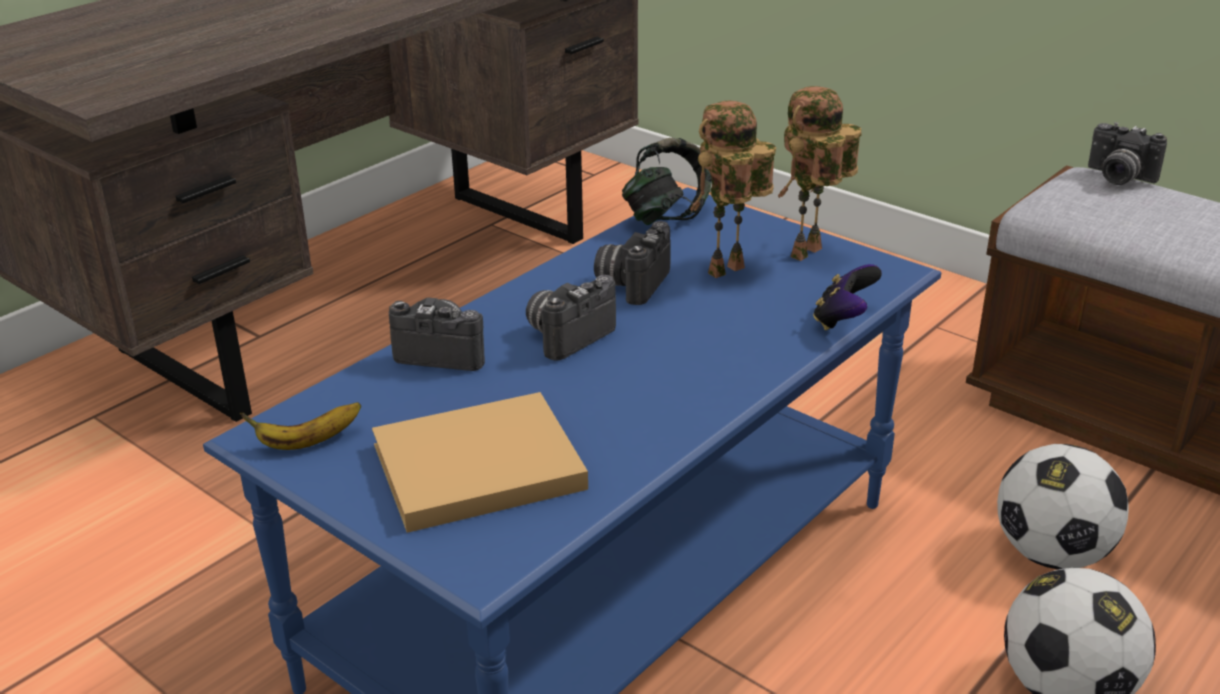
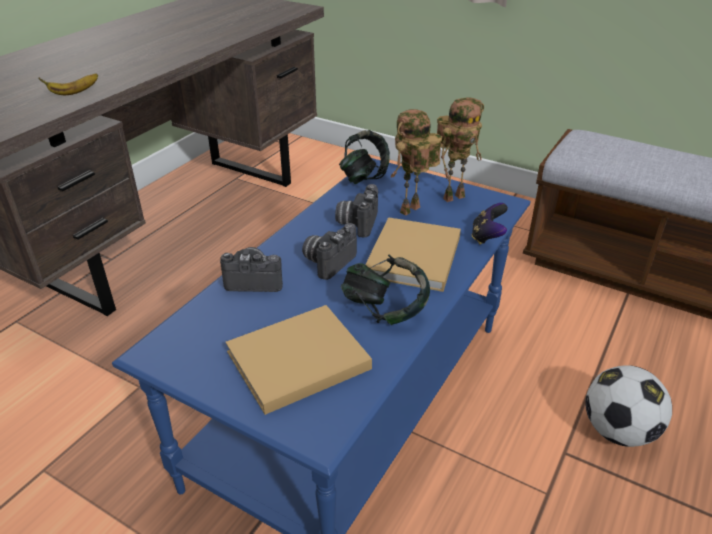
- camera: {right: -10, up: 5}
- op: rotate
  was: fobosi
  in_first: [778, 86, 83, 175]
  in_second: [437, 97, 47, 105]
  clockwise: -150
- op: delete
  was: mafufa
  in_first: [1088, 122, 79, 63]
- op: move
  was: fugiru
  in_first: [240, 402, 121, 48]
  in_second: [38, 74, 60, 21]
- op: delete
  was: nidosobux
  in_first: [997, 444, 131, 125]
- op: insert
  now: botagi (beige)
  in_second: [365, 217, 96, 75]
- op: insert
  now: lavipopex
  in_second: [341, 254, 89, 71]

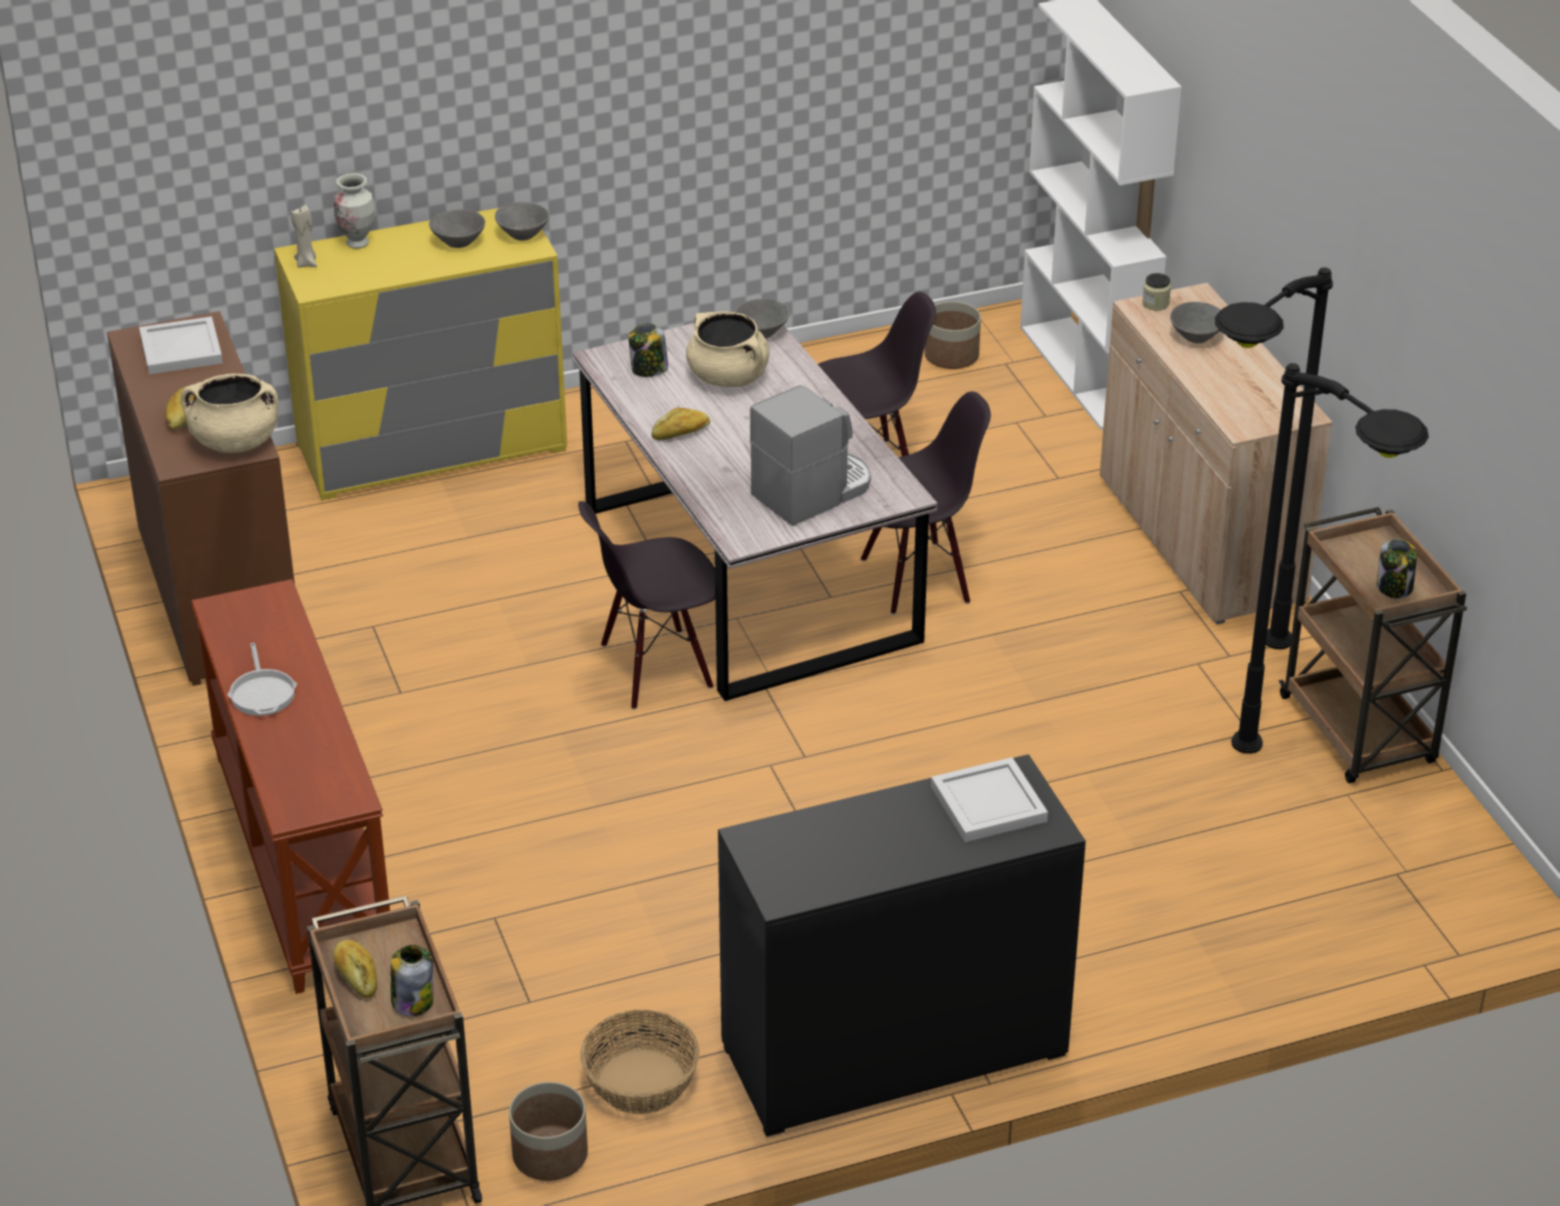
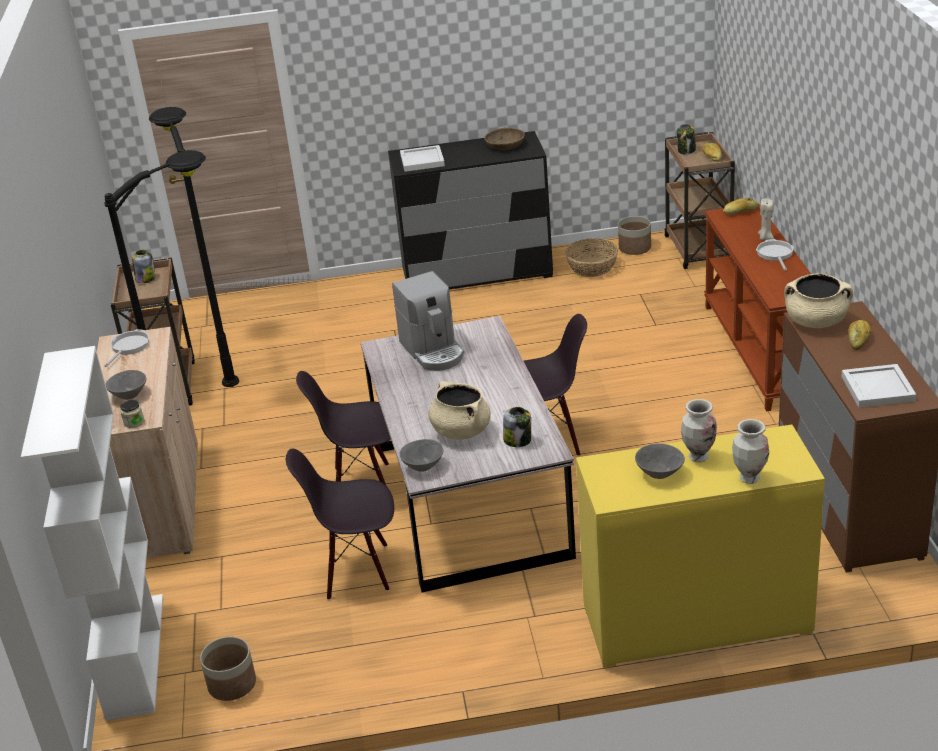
- camera: {right: -165, up: -5}
- op: delete
  was: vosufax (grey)
  in_first: [495, 202, 54, 39]
- op: move
  was: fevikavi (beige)
  in_first: [291, 205, 26, 63]
  in_second: [758, 198, 16, 42]
- op: rotate
  was: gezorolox
  in_first: [750, 385, 121, 141]
  in_second: [392, 271, 72, 100]
  clockwise: -90
- op: move
  was: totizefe
  in_first: [651, 408, 59, 33]
  in_second: [723, 198, 35, 17]
- op: insert
  now: vosufax (brown)
  in_second: [484, 127, 41, 23]
- op: insert
  now: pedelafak
  in_second: [104, 329, 45, 38]
- op: insert
  now: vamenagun
  in_second: [681, 399, 36, 63]

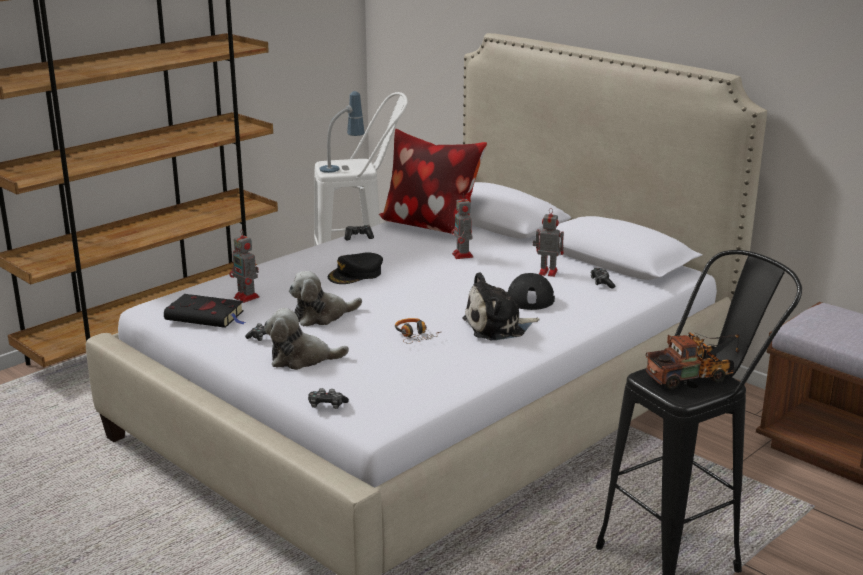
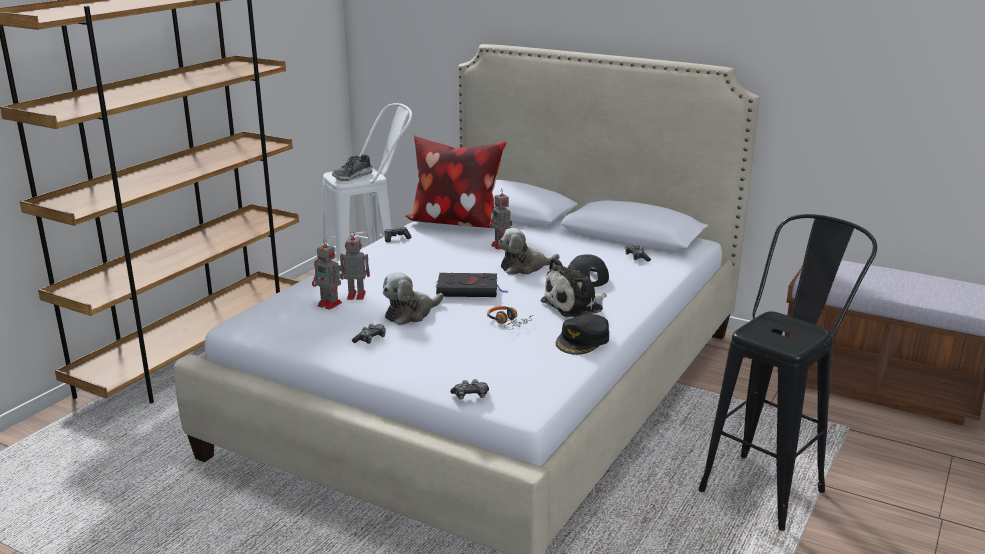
- camera: {right: -15, up: 0}
- op: replace
  was: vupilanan
  now: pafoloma
  in_first: [320, 91, 45, 82]
  in_second: [332, 154, 41, 27]
- op: move
  was: fobosi
  in_first: [533, 208, 31, 69]
  in_second: [339, 231, 31, 69]
- op: move
  was: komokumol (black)
  in_first: [328, 252, 55, 32]
  in_second: [556, 314, 53, 41]
- op: move
  was: botagi (black)
  in_first: [164, 294, 82, 34]
  in_second: [436, 273, 72, 24]
- op: move
  was: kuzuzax
  in_first: [264, 308, 85, 62]
  in_second: [498, 228, 62, 47]
- op: delete
  was: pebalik
  in_first: [646, 332, 94, 58]

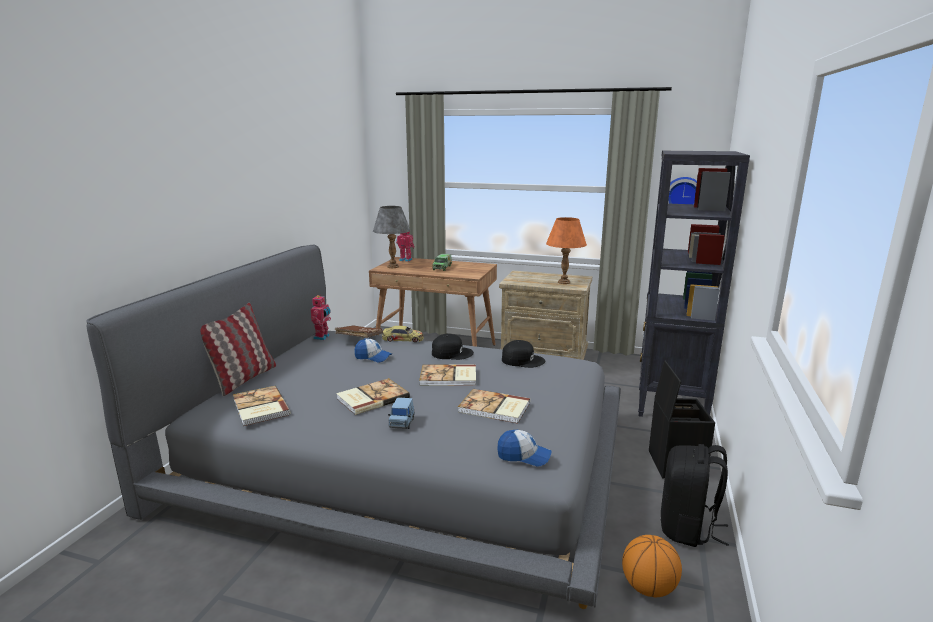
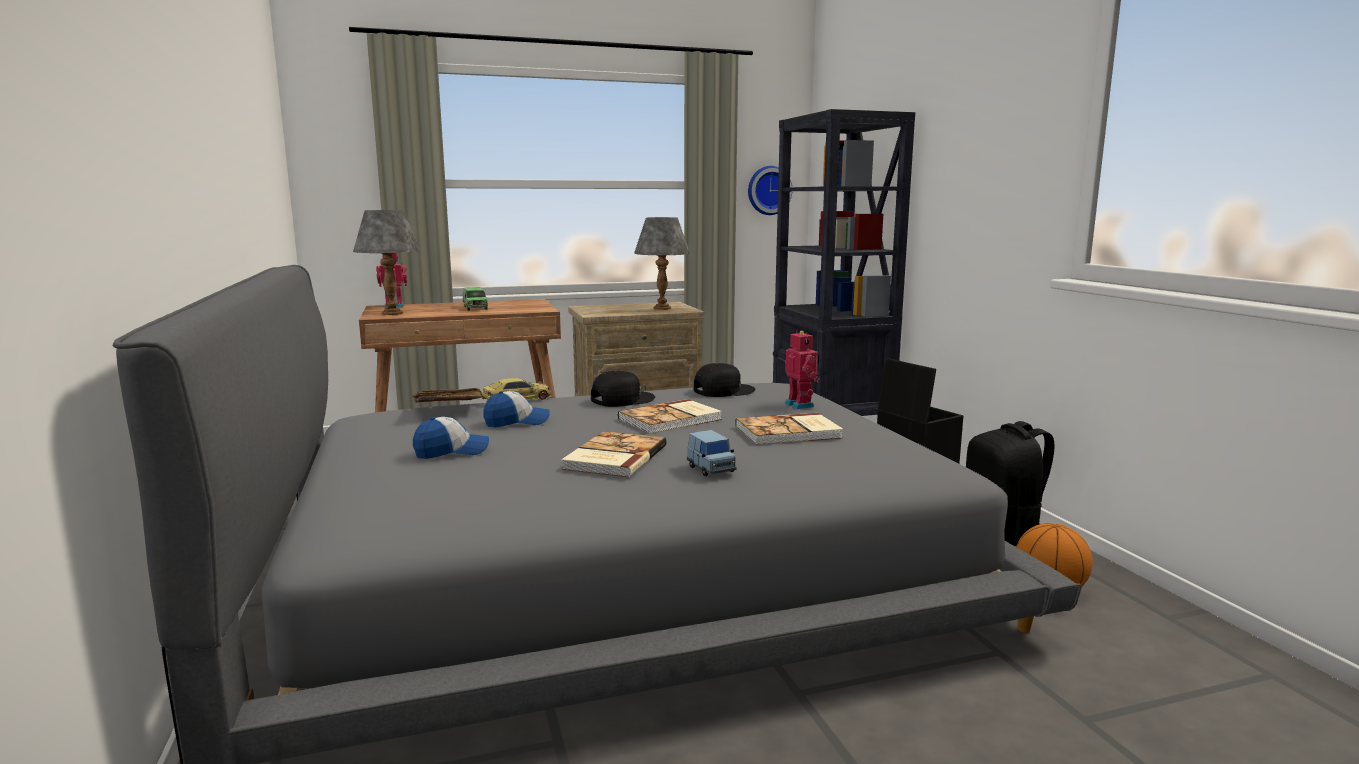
- camera: {right: -35, up: -5}
- op: recolor
  was: vupilanan (orange)
  now: vupilanan (grey)
  in_first: [546, 217, 41, 67]
  in_second: [634, 217, 56, 93]
- op: move
  was: fobosi
  in_first: [311, 295, 20, 45]
  in_second: [785, 330, 35, 79]
- op: delete
  was: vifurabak
  in_first: [201, 303, 75, 93]
- op: delete
  was: botagi
  in_first: [233, 386, 57, 40]
- op: move
  was: komokumol
  in_first: [498, 430, 54, 36]
  in_second: [413, 417, 76, 42]

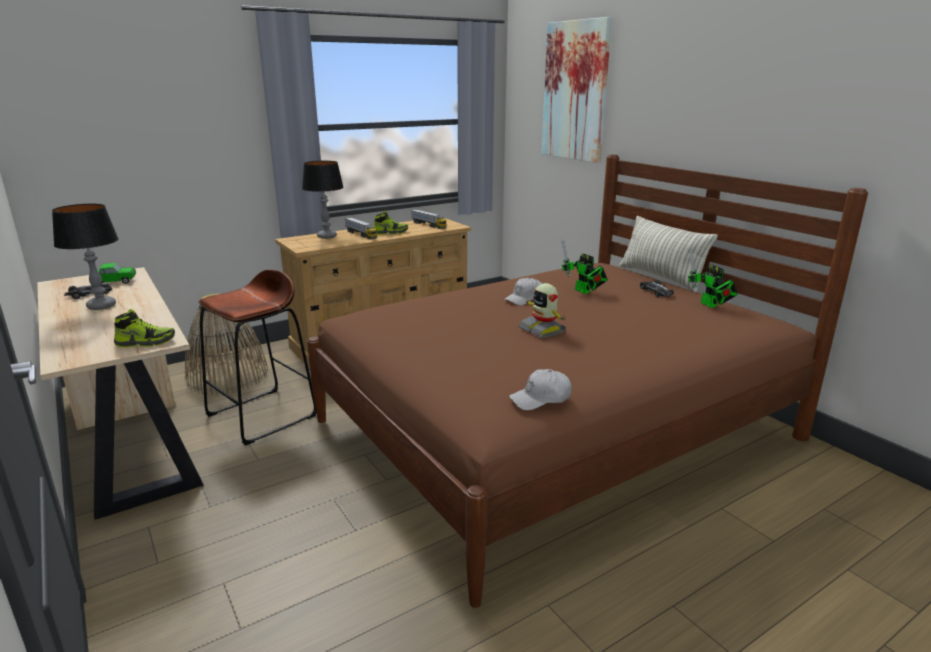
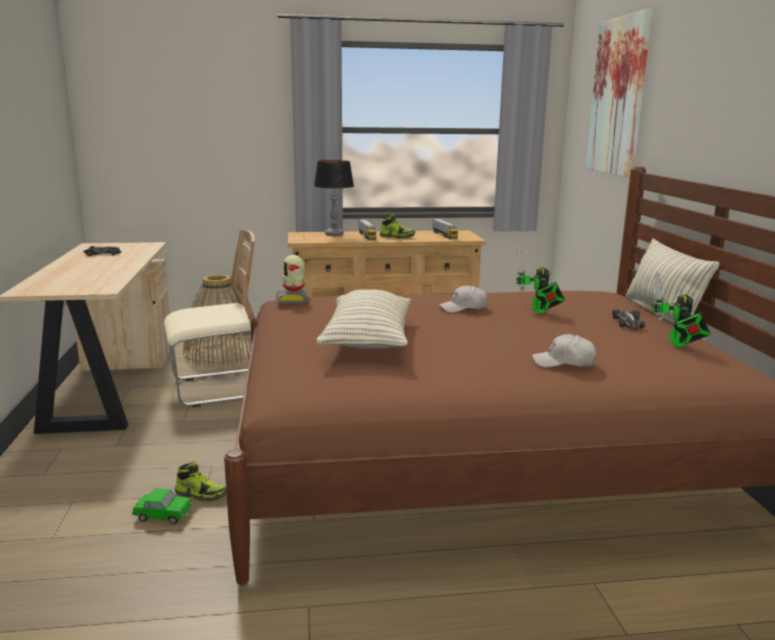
- camera: {right: 25, up: -5}
- op: delete
  was: vupilanan
  in_first: [52, 204, 66, 106]
- op: move
  was: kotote
  in_first: [98, 263, 38, 21]
  in_second: [132, 488, 60, 36]
- op: replace
  was: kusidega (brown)
  now: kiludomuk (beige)
  in_first: [199, 270, 117, 176]
  in_second: [164, 230, 93, 177]
- op: move
  was: fobosi
  in_first: [519, 283, 47, 55]
  in_second: [276, 255, 32, 49]
- op: move
  was: pafoloma
  in_first: [114, 309, 61, 38]
  in_second: [175, 461, 51, 41]
- op: move
  was: komokumol (white)
  in_first: [509, 369, 63, 41]
  in_second: [532, 334, 64, 33]
- op: insert
  now: vifurabak
  in_second: [316, 289, 95, 60]

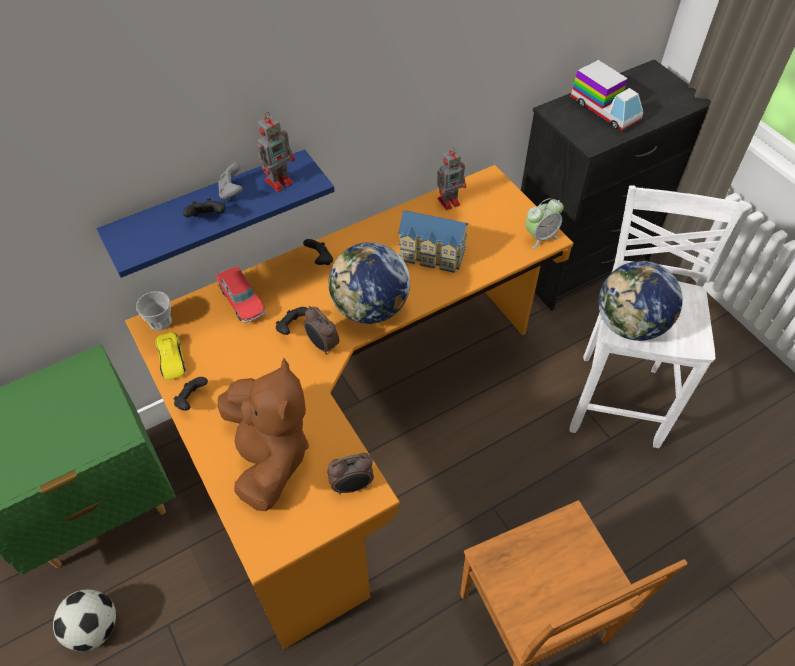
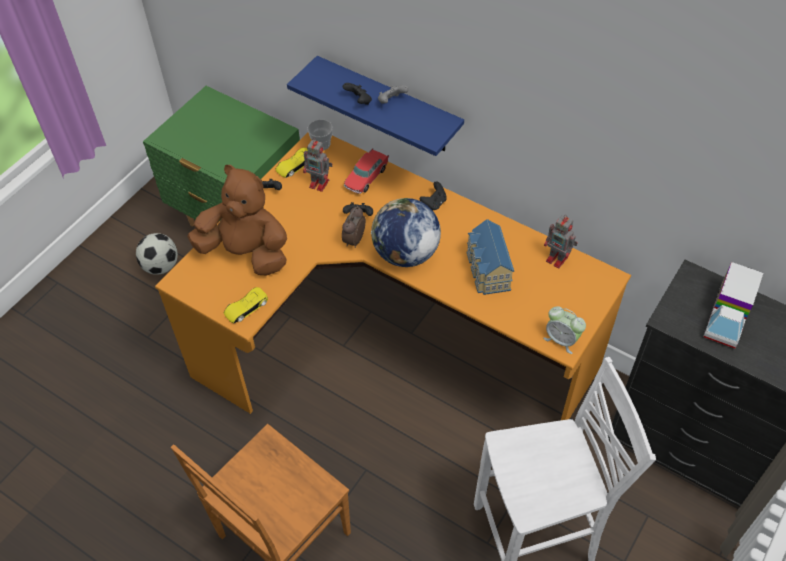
- camera: {right: 65, up: 0}
- op: move
  was: fobosi
  in_first: [256, 112, 39, 80]
  in_second: [303, 138, 29, 54]
- op: delete
  was: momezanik
  in_first: [599, 261, 84, 80]
- op: rotate
  was: kuzuzax (brown)
  in_first: [218, 358, 91, 153]
  in_second: [187, 165, 100, 110]
  clockwise: -120
- op: replace
  was: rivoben
  now: kotote (yellow)
  in_first: [328, 453, 46, 41]
  in_second: [224, 287, 44, 36]

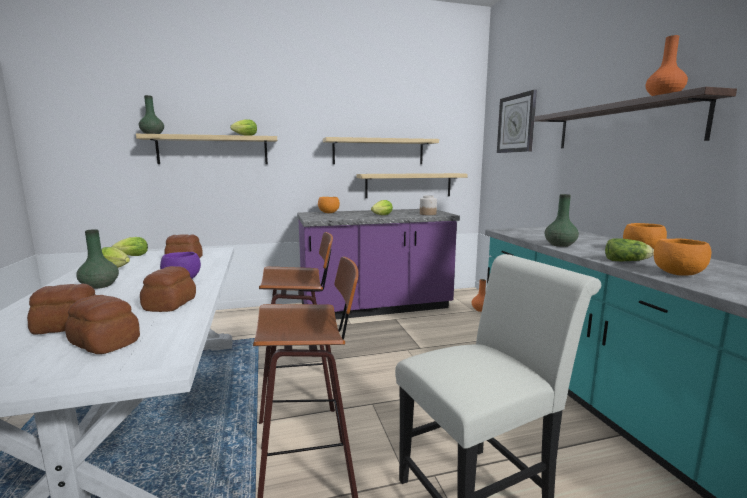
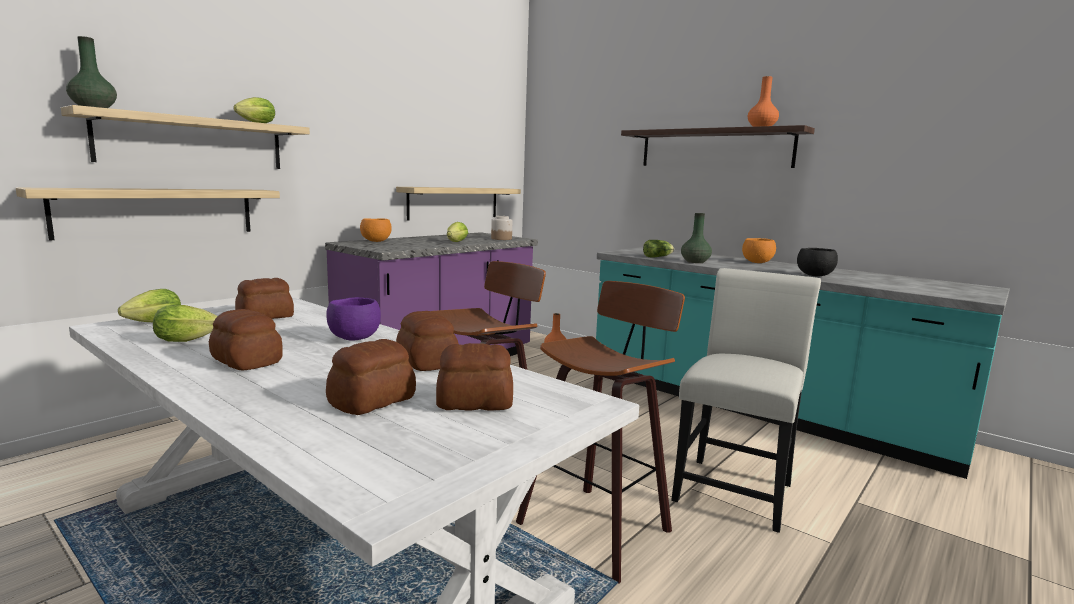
- camera: {right: -35, up: 0}
- op: delete
  was: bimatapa
  in_first: [497, 90, 40, 63]
- op: move
  was: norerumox
  in_first: [323, 137, 116, 27]
  in_second: [16, 188, 264, 53]
- op: replace
  was: vamenagun (green)
  now: totizefe
  in_first: [76, 229, 43, 60]
  in_second: [209, 309, 74, 61]
- op: move
  was: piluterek
  in_first: [605, 238, 49, 23]
  in_second: [643, 240, 31, 17]
- op: recolor
  was: vosufax (orange)
  now: vosufax (black)
  in_first: [654, 239, 57, 37]
  in_second: [797, 248, 41, 28]

